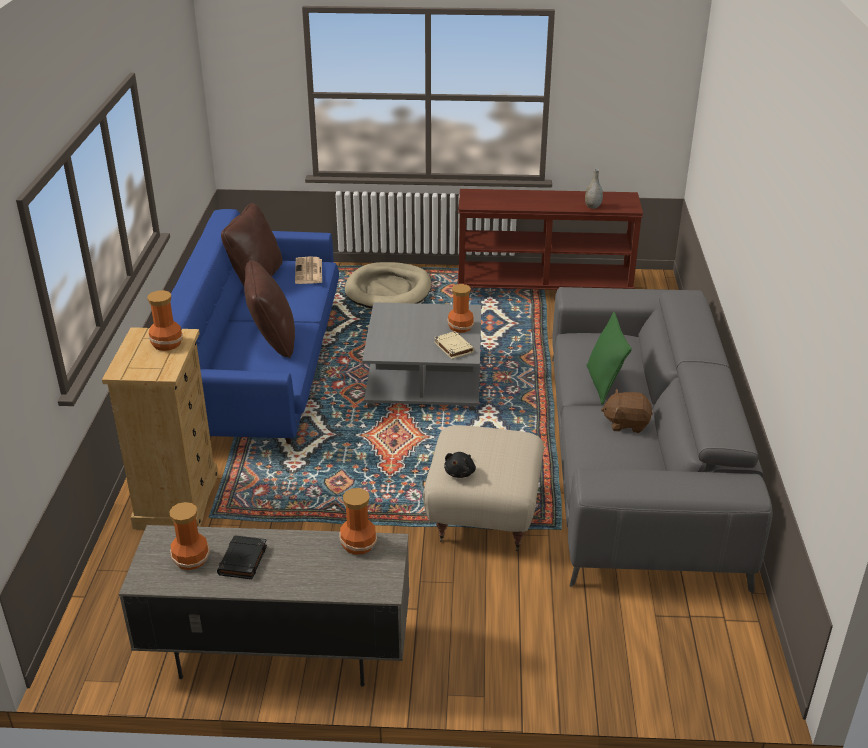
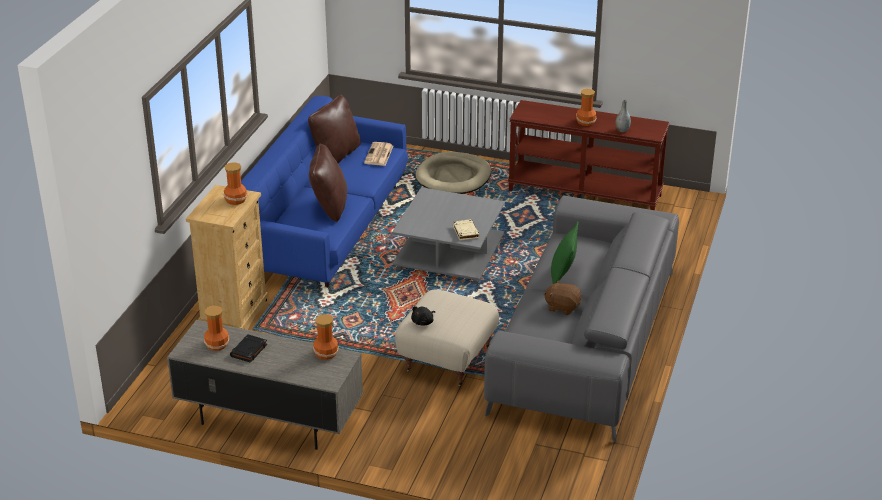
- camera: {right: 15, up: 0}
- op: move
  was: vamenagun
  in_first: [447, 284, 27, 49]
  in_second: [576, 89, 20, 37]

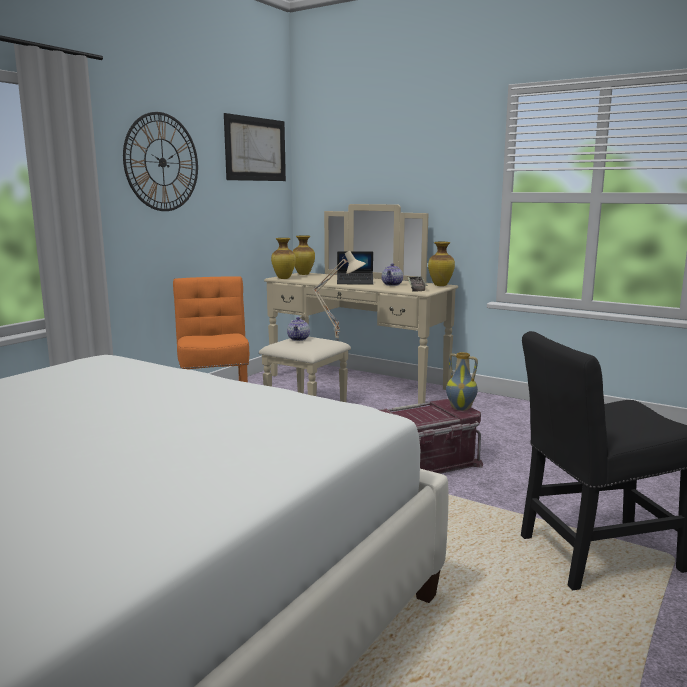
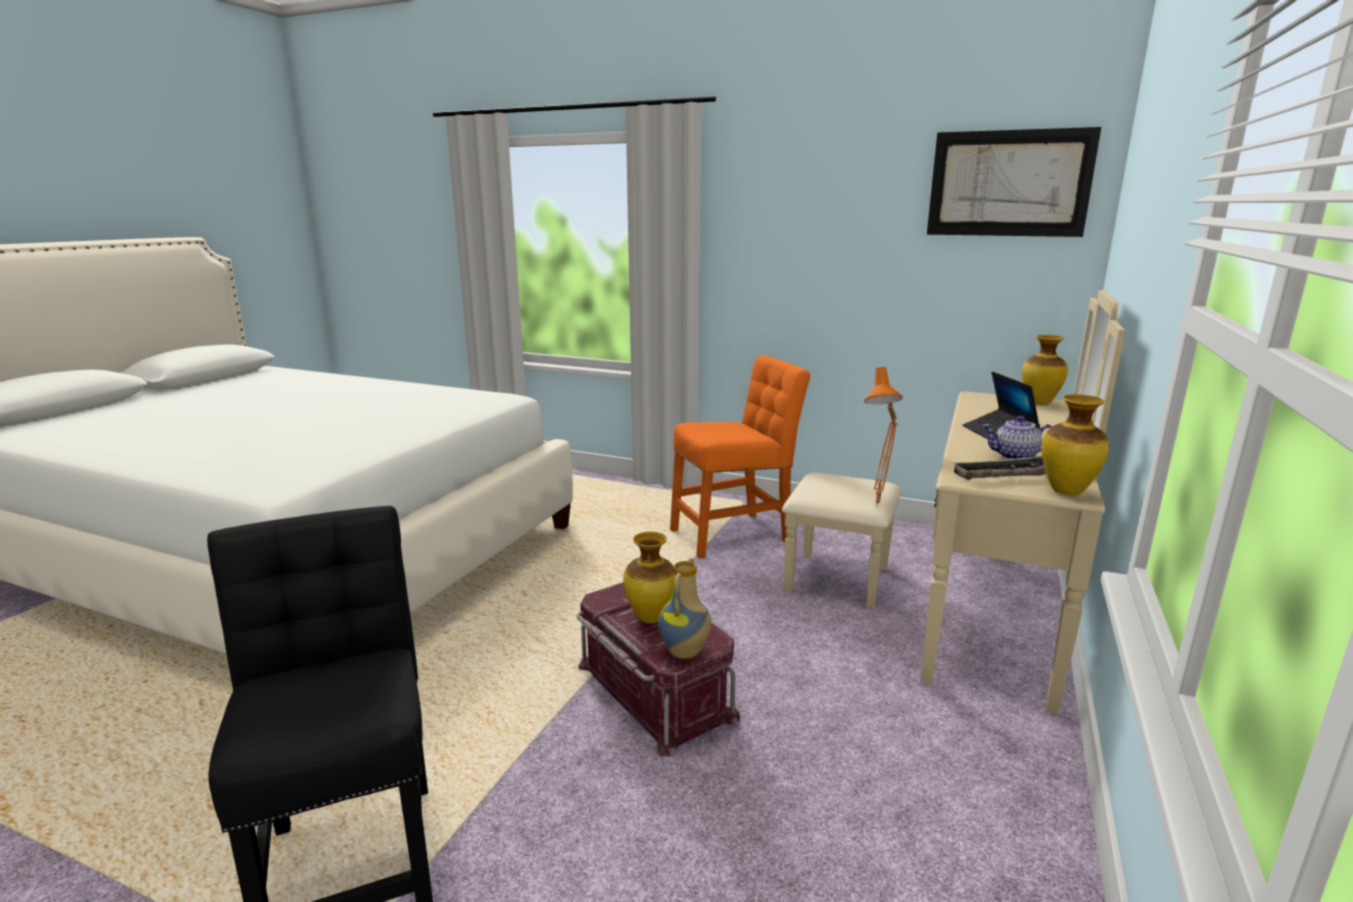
- camera: {right: 80, up: 5}
- op: delete
  was: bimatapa
  in_first: [123, 112, 75, 99]
- op: move
  was: vamenagun
  in_first: [271, 238, 25, 41]
  in_second: [623, 532, 52, 91]
- op: recolor
  was: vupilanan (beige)
  now: vupilanan (orange)
  in_first: [313, 251, 53, 87]
  in_second: [864, 367, 39, 140]
- op: delete
  was: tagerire
  in_first: [287, 317, 23, 24]

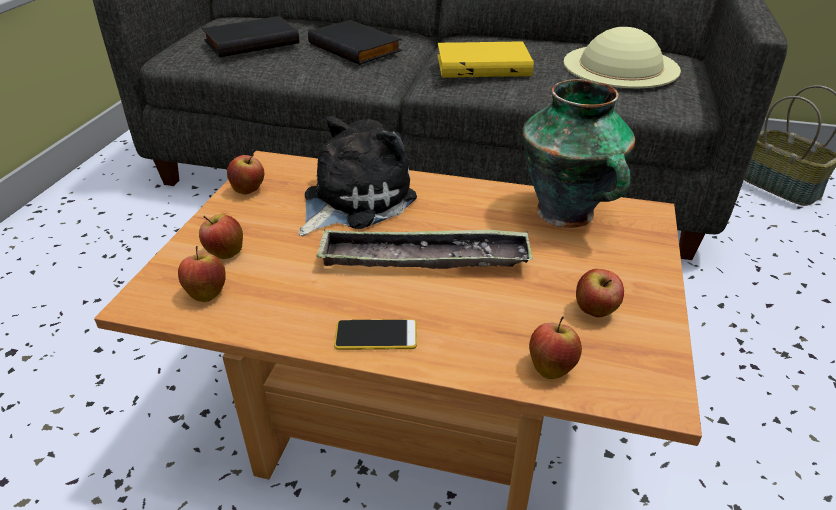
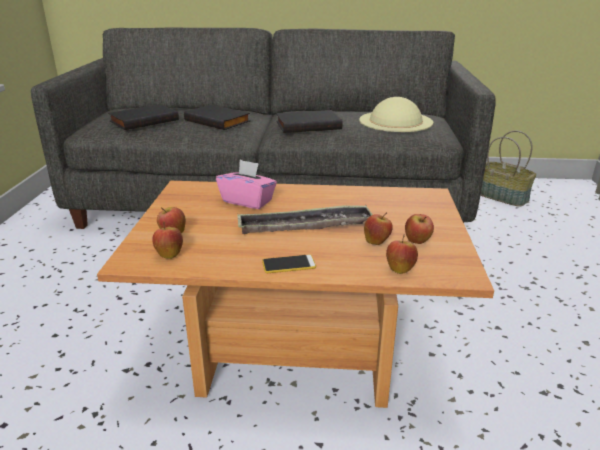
- camera: {right: -10, up: -10}
- op: recolor
  was: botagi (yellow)
  now: botagi (black)
  in_first: [437, 41, 97, 36]
  in_second: [276, 110, 66, 23]
- op: delete
  was: vamenagun
  in_first: [522, 79, 113, 149]
- op: replace
  was: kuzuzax
  now: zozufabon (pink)
  in_first: [298, 116, 119, 120]
  in_second: [216, 160, 61, 49]
- op: move
  was: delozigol
  in_first: [227, 154, 37, 41]
  in_second: [364, 212, 29, 33]

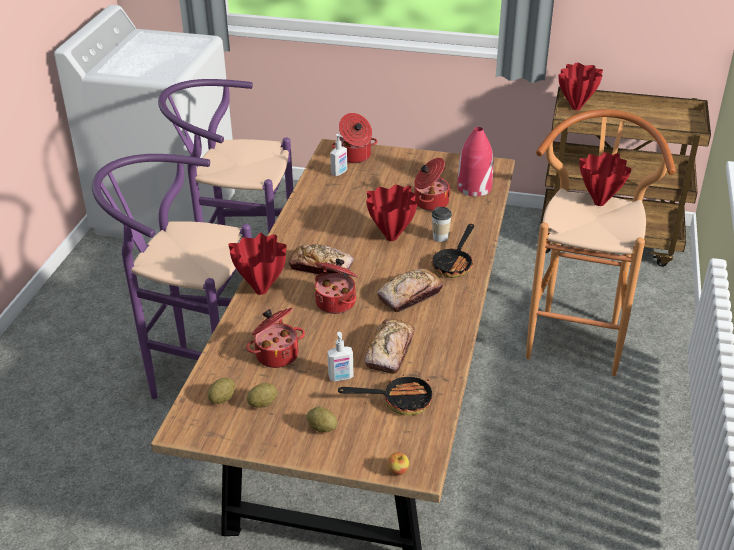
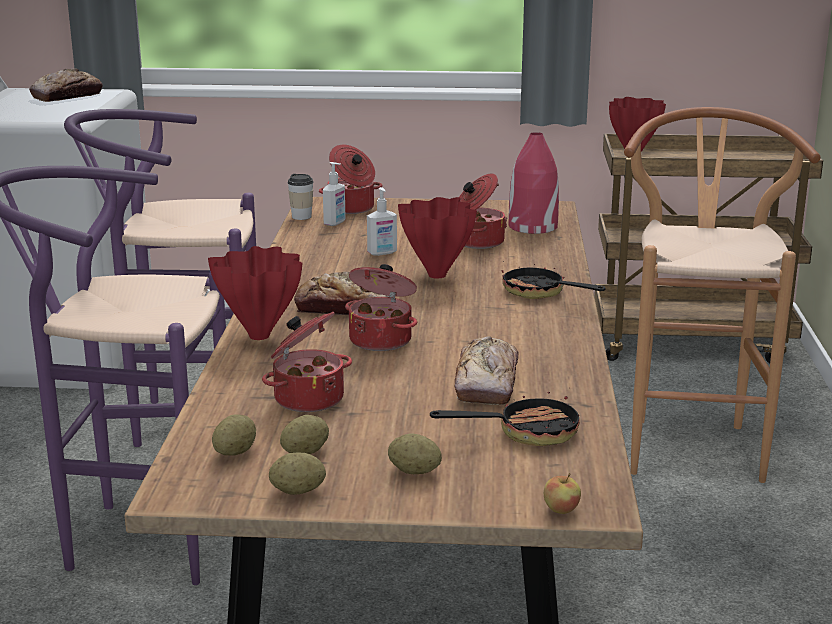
- camera: {right: -10, up: -15}
- op: delete
  was: vamenagun (red)
  in_first: [580, 152, 52, 54]
- op: move
  was: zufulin
  in_first: [432, 207, 20, 35]
  in_second: [287, 174, 27, 46]
- op: rotate
  was: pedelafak
  in_first: [431, 224, 43, 54]
  in_second: [502, 261, 104, 38]
  clockwise: 120
- op: move
  was: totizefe
  in_first: [377, 268, 66, 44]
  in_second: [29, 68, 74, 34]
- op: move
  was: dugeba
  in_first: [327, 332, 27, 49]
  in_second: [367, 187, 30, 69]
- op: insert
  now: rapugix
  in_second: [269, 452, 57, 43]

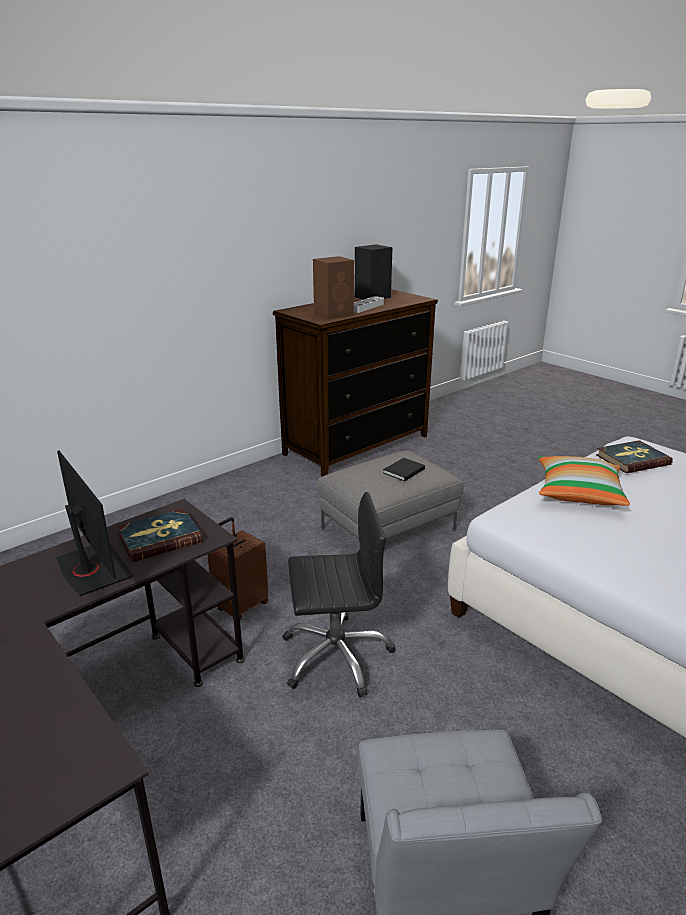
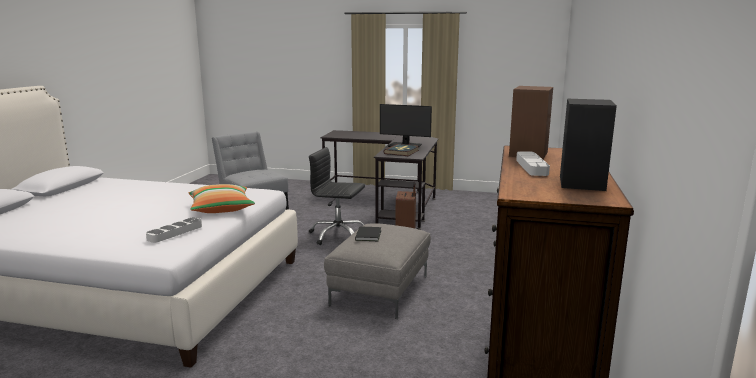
- camera: {right: 145, up: -10}
- op: replace
  was: botagi
  now: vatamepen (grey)
  in_first: [596, 440, 77, 33]
  in_second: [146, 217, 56, 26]
- op: rotate
  was: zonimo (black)
  in_first: [283, 492, 113, 206]
  in_second: [309, 147, 56, 98]
  clockwise: 60

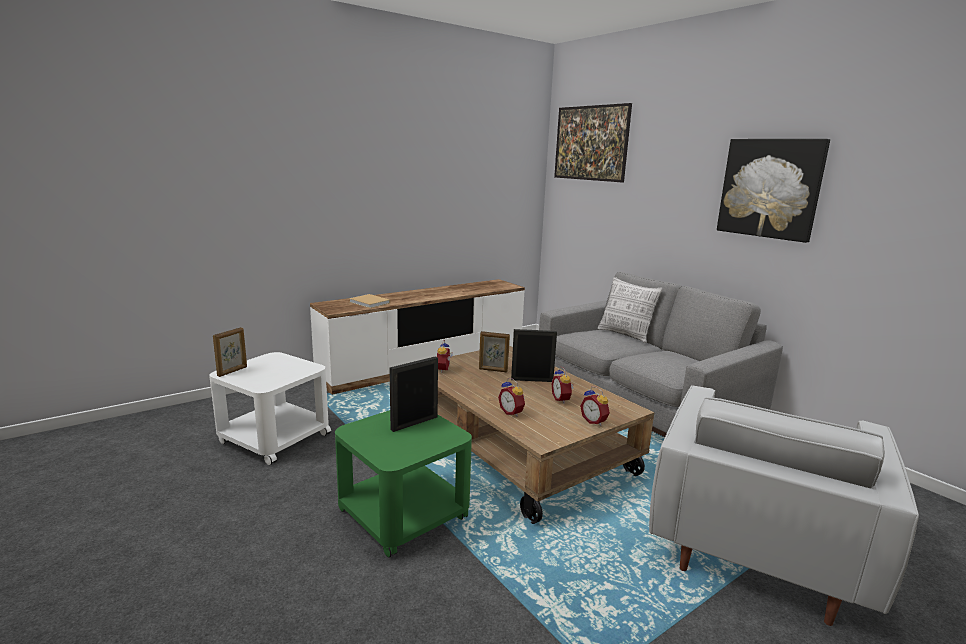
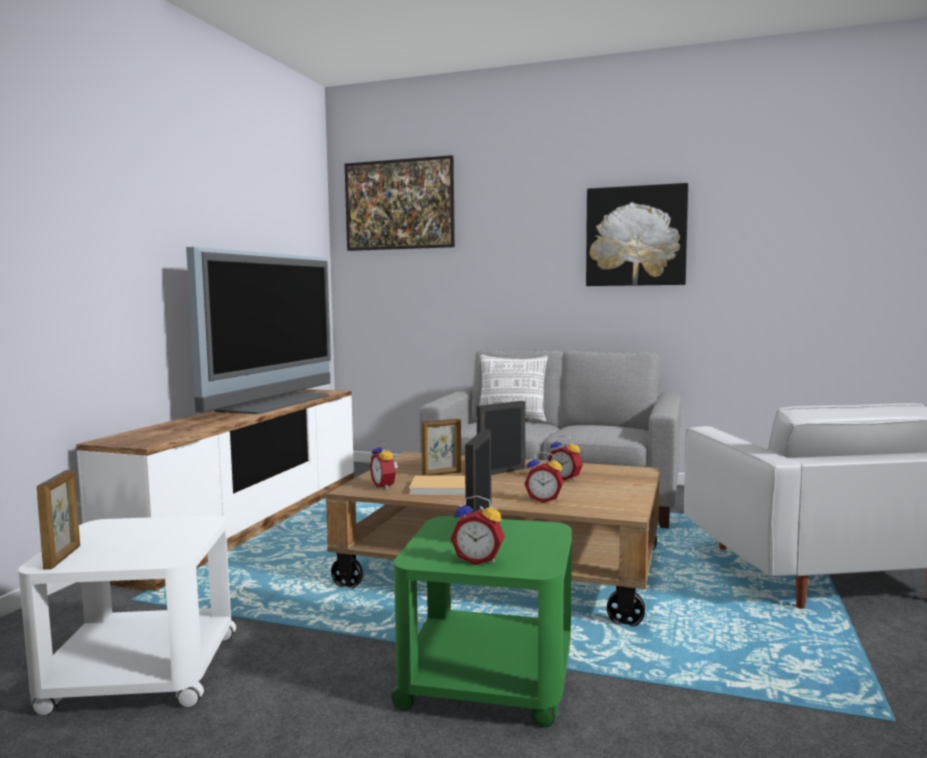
- camera: {right: -35, up: -10}
- op: move
  was: botagi (beige)
  in_first: [349, 294, 41, 14]
  in_second: [409, 475, 56, 20]
- op: move
  was: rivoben
  in_first: [580, 386, 30, 40]
  in_second: [451, 495, 54, 70]
- op: insert
  now: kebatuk
  in_second: [186, 247, 145, 167]

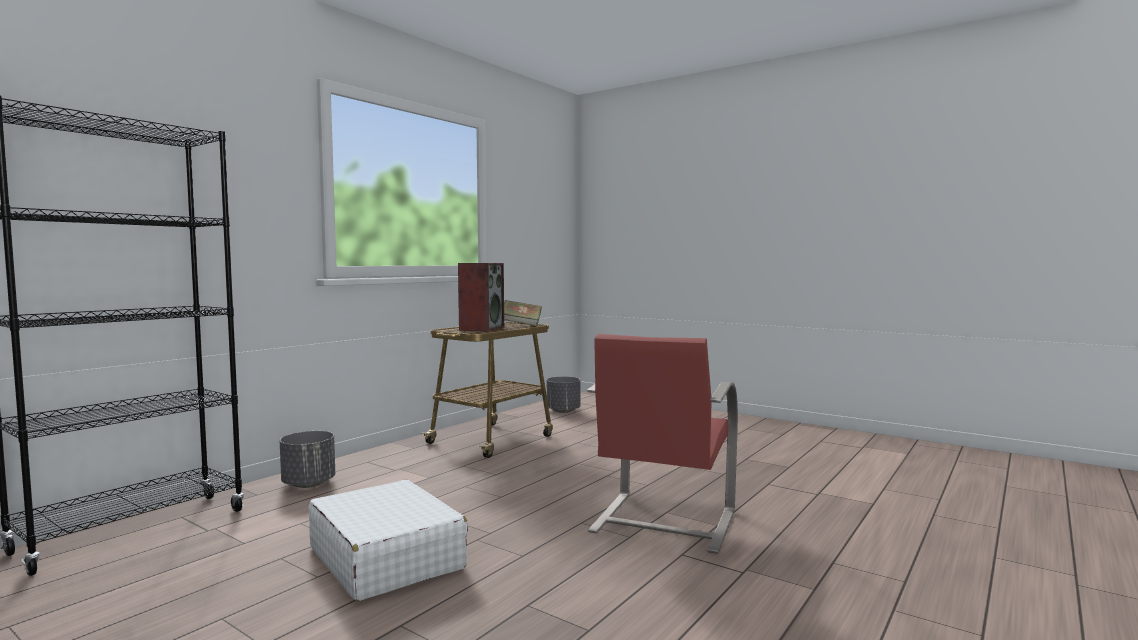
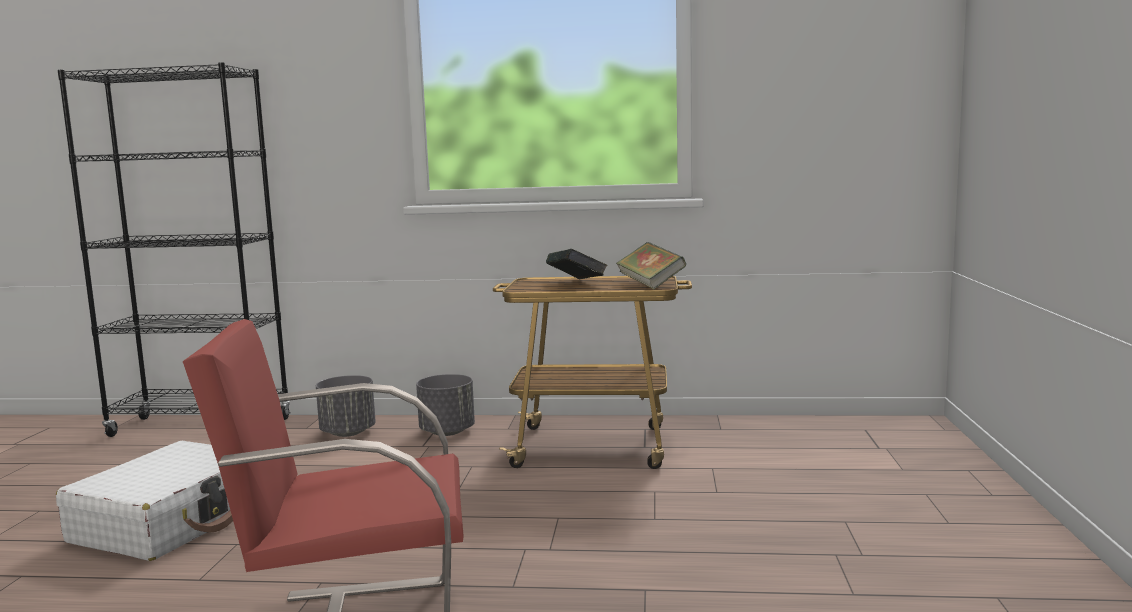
- camera: {right: 60, up: 5}
- op: replace
  was: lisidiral
  now: botagi
  in_first: [458, 263, 46, 69]
  in_second: [546, 249, 62, 31]
- op: move
  was: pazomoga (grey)
  in_first: [547, 377, 33, 36]
  in_second: [416, 374, 59, 62]

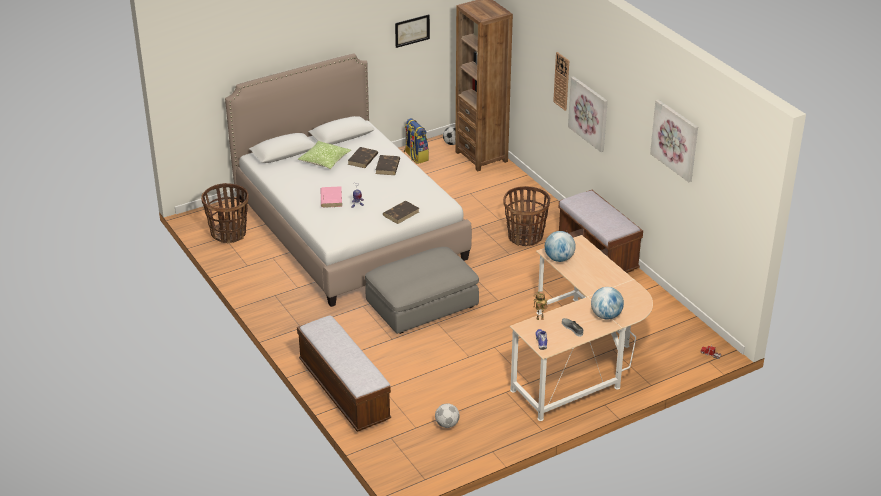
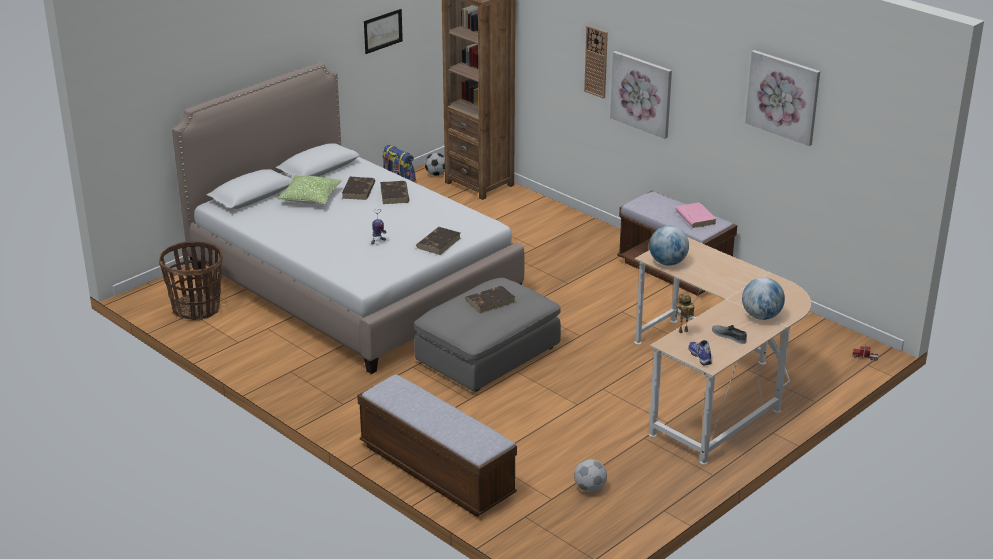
- camera: {right: -15, up: -5}
- op: move
  was: botagi (pink)
  in_first: [321, 186, 21, 22]
  in_second: [676, 202, 40, 26]
- op: delete
  was: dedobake
  in_first: [503, 186, 47, 60]
- op: insert
  now: botagi (brown)
  in_second: [465, 285, 50, 29]

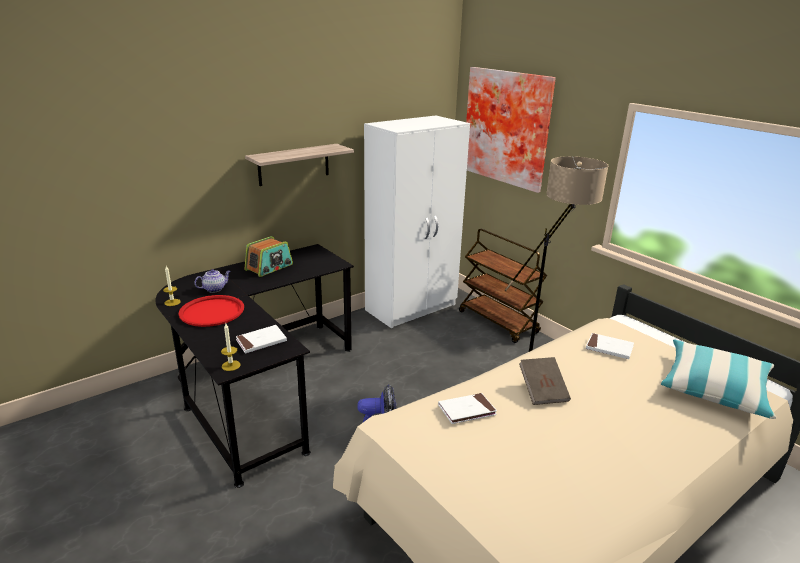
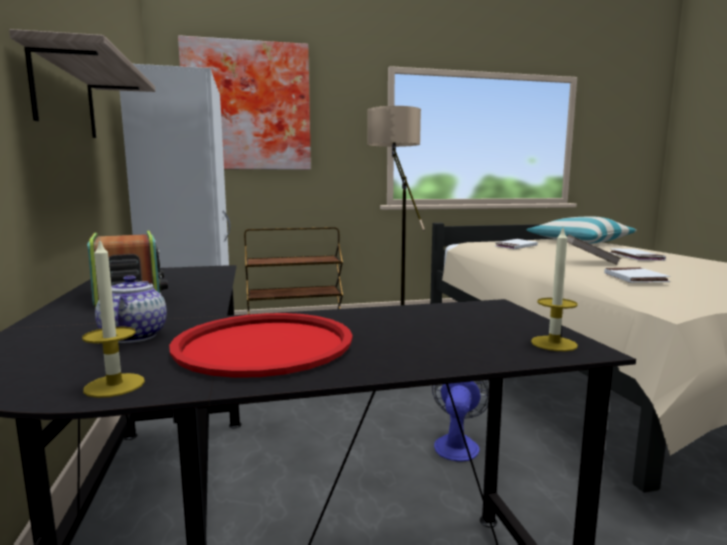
- camera: {right: -65, up: -15}
- op: move
  was: botagi (white)
  in_first: [236, 325, 51, 29]
  in_second: [609, 248, 57, 13]

